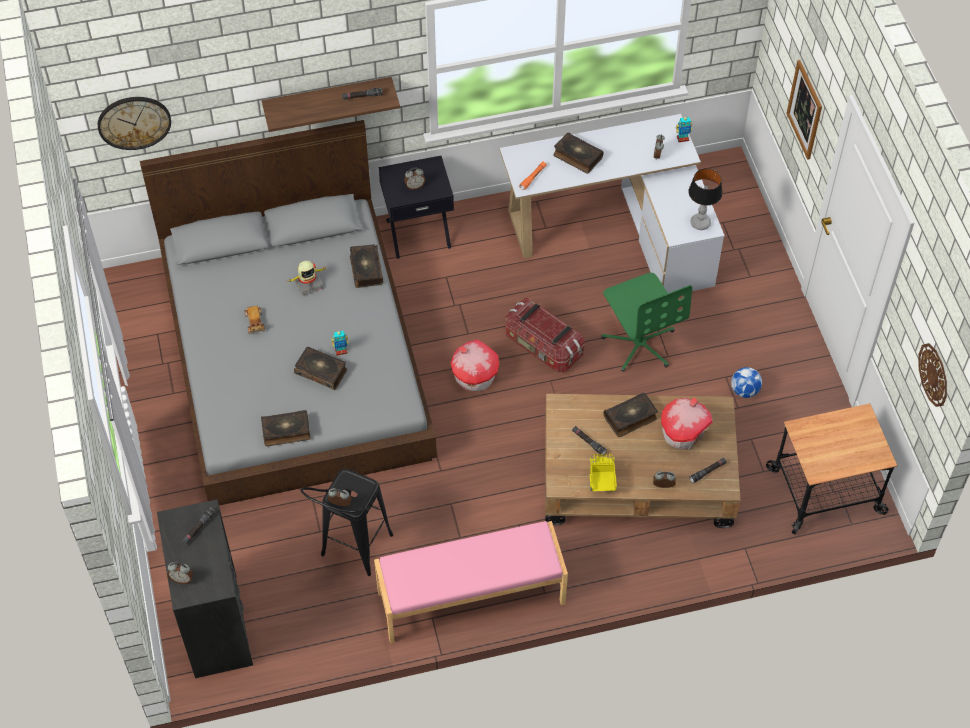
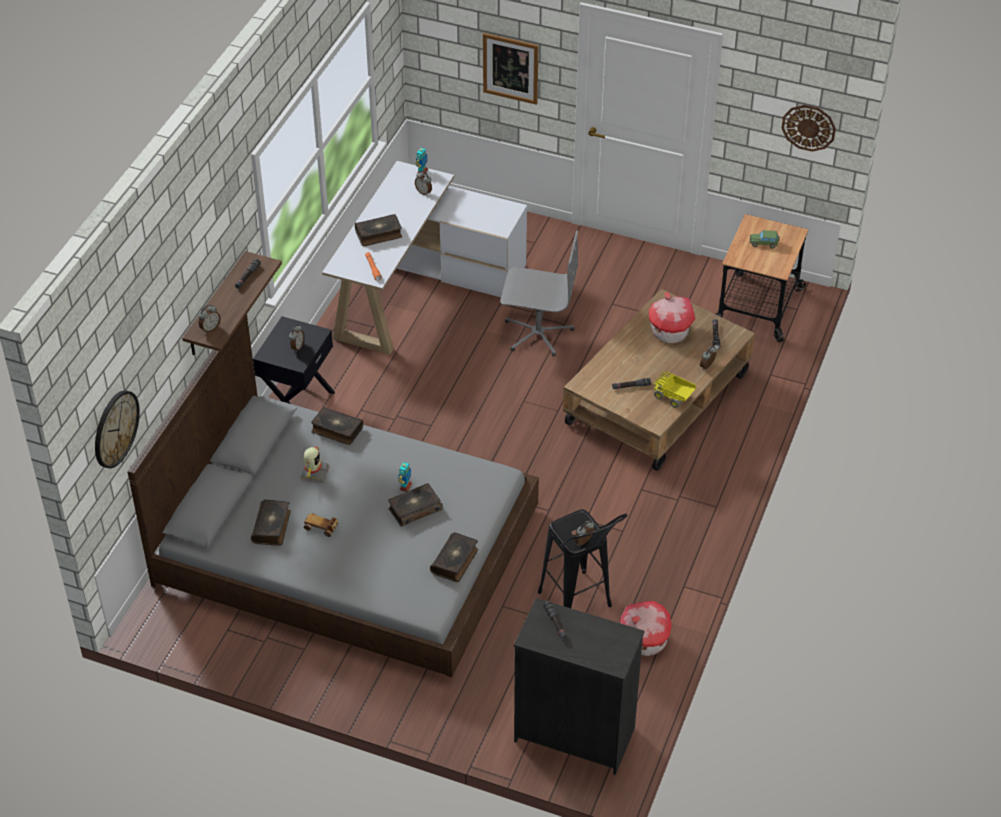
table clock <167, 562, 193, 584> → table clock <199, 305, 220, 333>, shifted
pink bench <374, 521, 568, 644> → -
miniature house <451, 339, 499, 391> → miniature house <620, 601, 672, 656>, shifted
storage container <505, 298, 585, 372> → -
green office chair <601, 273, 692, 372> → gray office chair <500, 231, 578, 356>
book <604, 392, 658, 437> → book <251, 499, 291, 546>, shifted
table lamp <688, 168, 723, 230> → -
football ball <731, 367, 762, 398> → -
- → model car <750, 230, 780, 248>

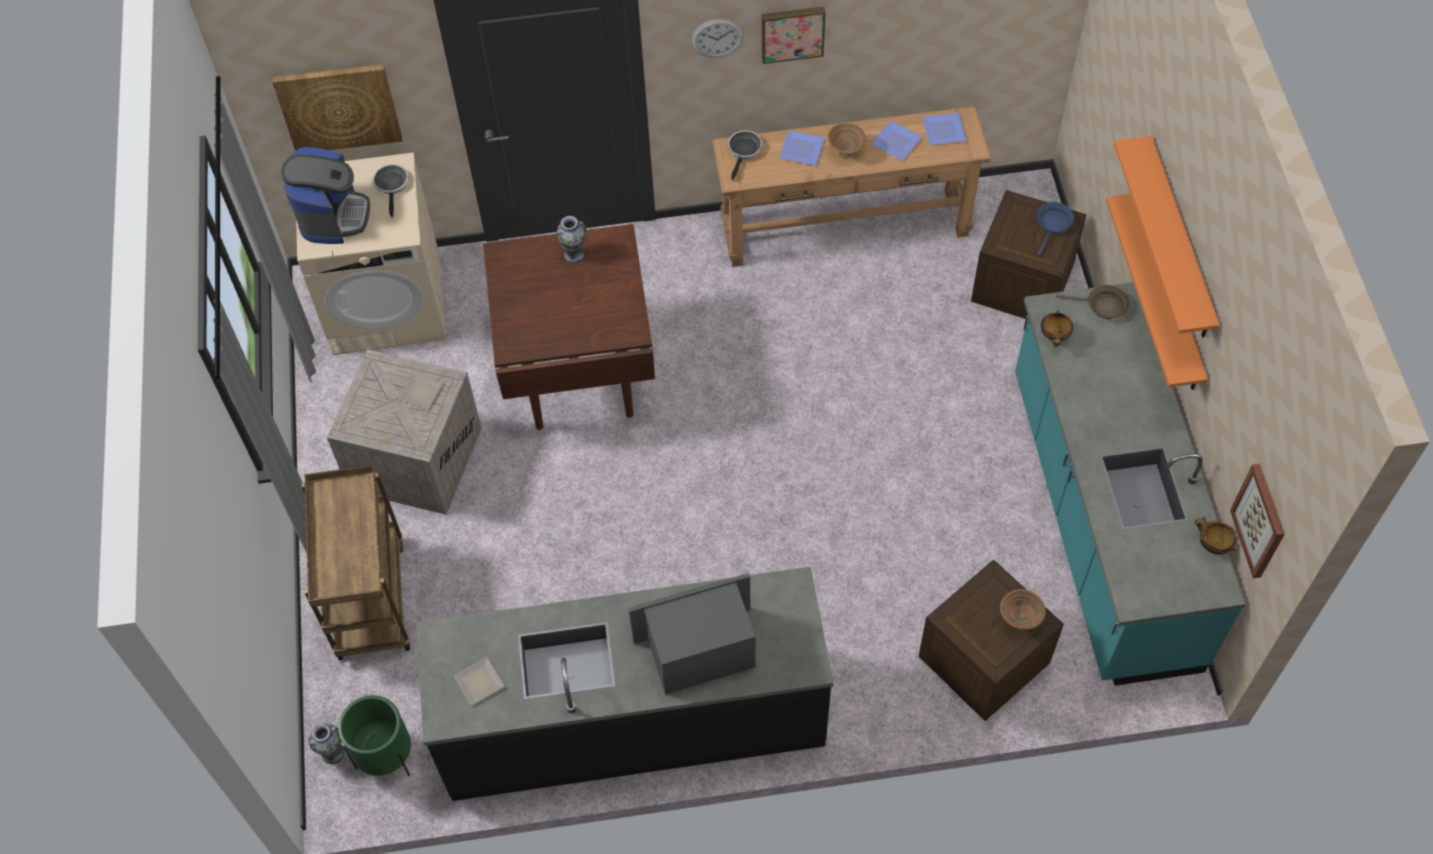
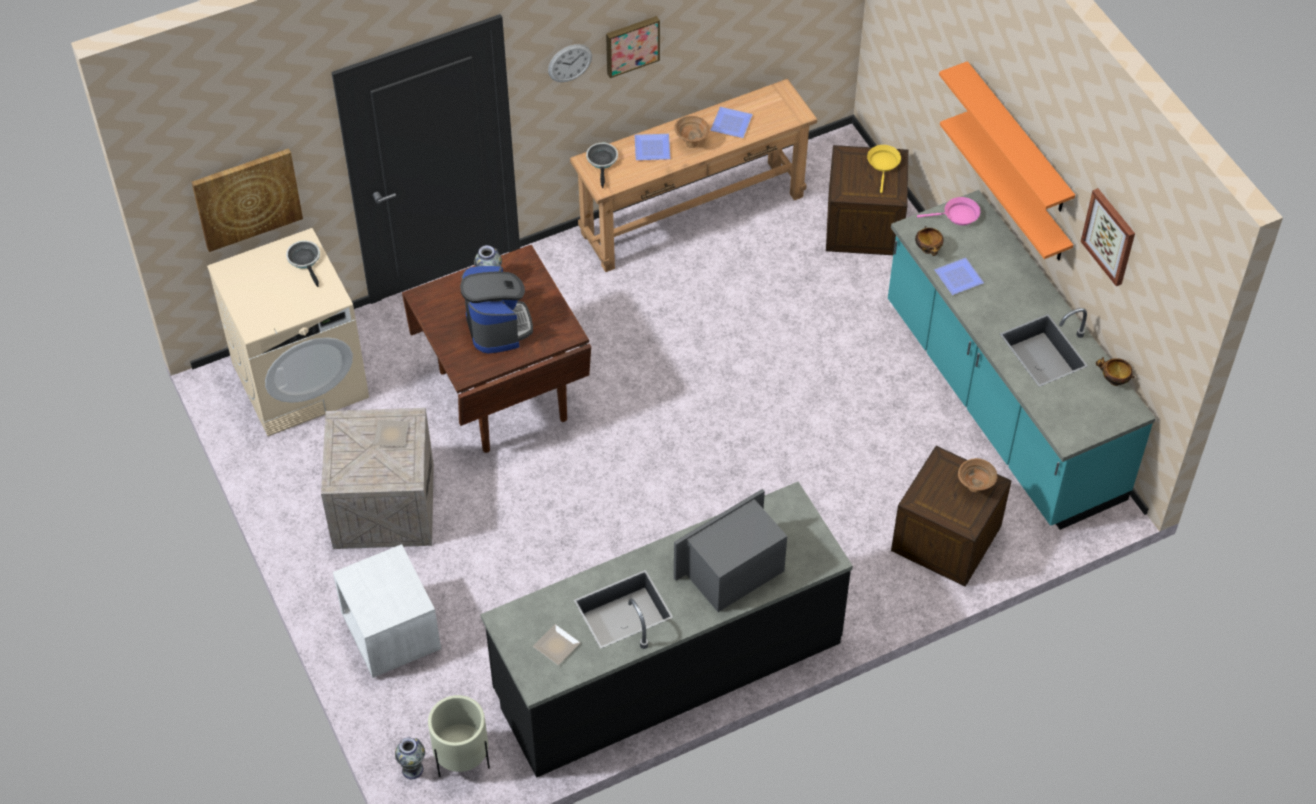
coffee brewer <281, 147, 370, 244> → coffee brewer <460, 266, 533, 354>, shifted
brown wheeled cart <302, 465, 410, 660> → white bedside table <333, 544, 441, 678>
green flower pot <338, 695, 411, 776> → beige-coloured flower pot <428, 695, 490, 777>
dinner plate <922, 113, 967, 145> → dinner plate <934, 258, 984, 295>, shifted
bluish skillet <1036, 202, 1074, 256> → yellow-coloured skillet <867, 145, 901, 193>
brown skillet <1056, 285, 1129, 319> → pink skillet <917, 197, 980, 225>
wall art <1230, 464, 1285, 578> → wall art <1081, 188, 1135, 286>, shifted

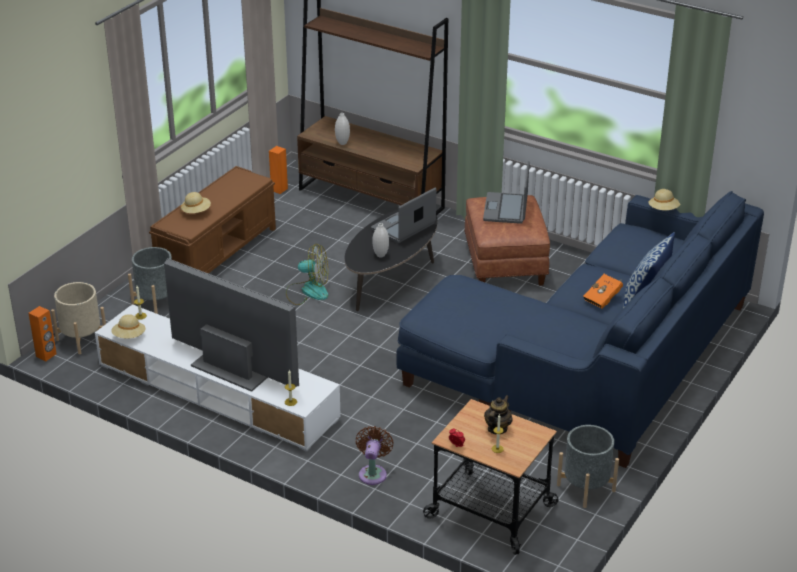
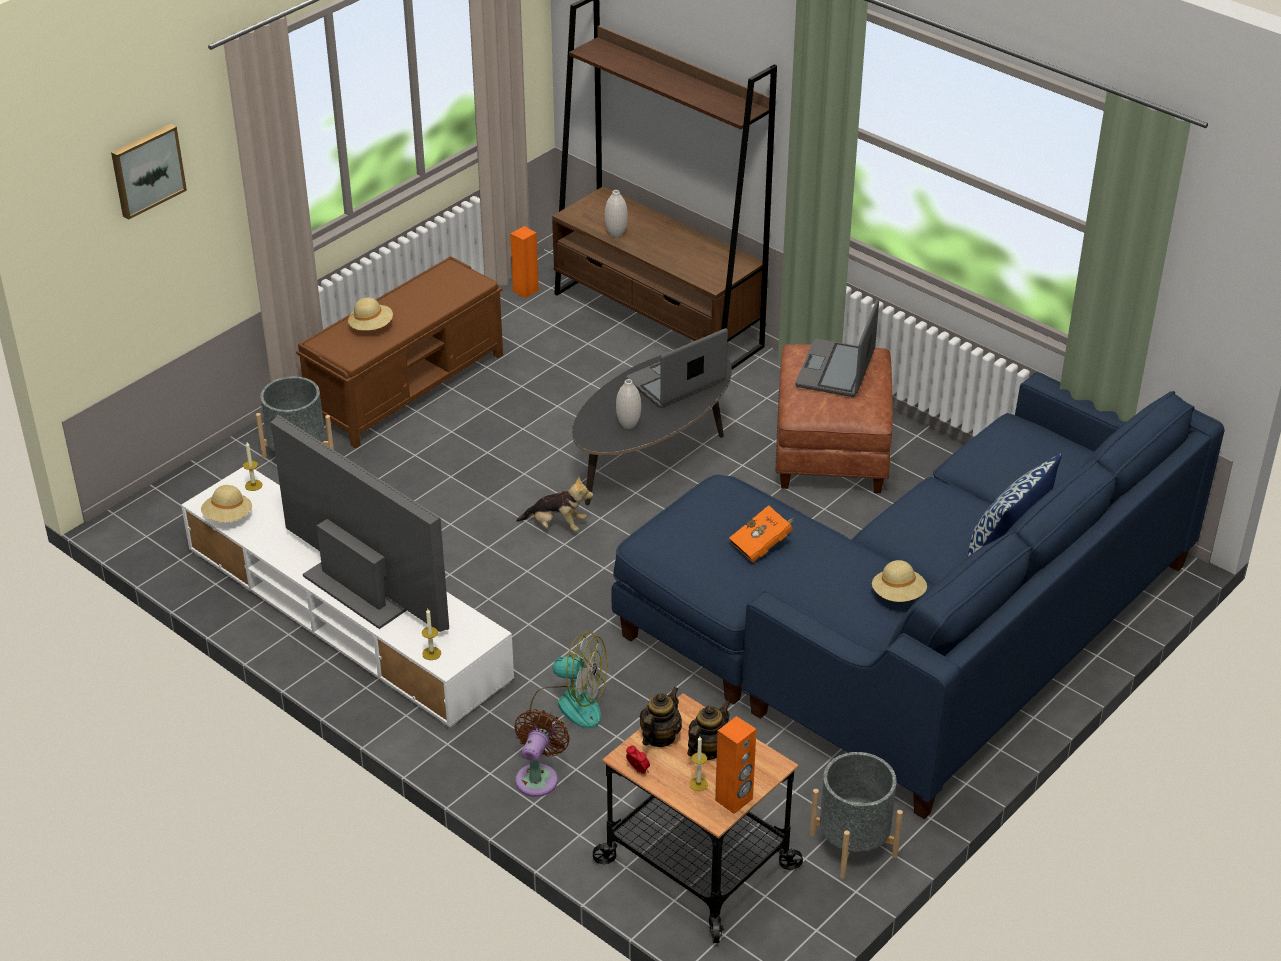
orange speaker <29, 306, 57, 361> → orange speaker <715, 716, 756, 814>, shifted
beige-coloured flower pot <51, 282, 106, 354> → -
fan <286, 244, 328, 305> → fan <529, 631, 607, 730>, shifted
orange book <583, 274, 623, 309> → orange book <729, 505, 794, 562>, shifted
beige-coloured wearable hat <648, 189, 681, 210> → beige-coloured wearable hat <872, 560, 927, 602>, shifted
- → wall art <111, 124, 187, 220>
- → soft toy <517, 476, 593, 531>
- → teapot <640, 686, 682, 747>

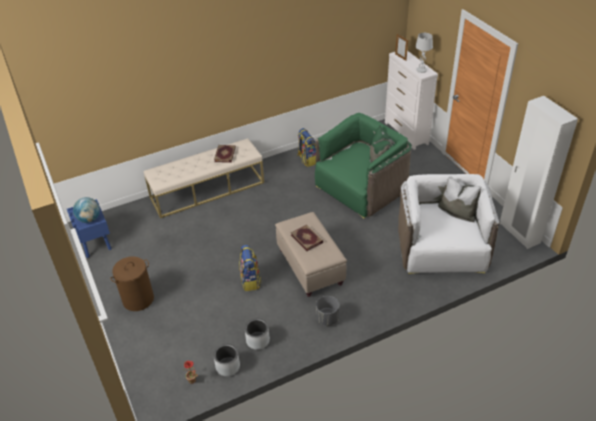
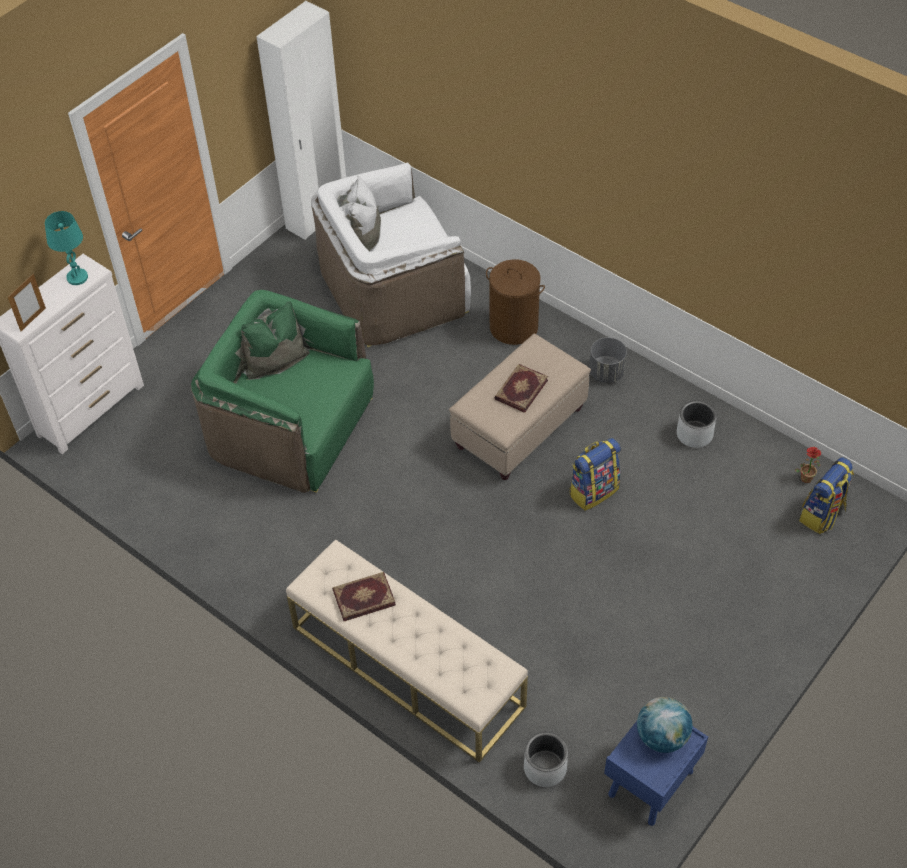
brown hamper <110, 256, 154, 311> → brown hamper <486, 259, 545, 345>, shifted
gray flower pot <214, 344, 240, 376> → gray flower pot <524, 732, 568, 787>, shifted
knapsack <297, 128, 316, 167> → knapsack <799, 457, 854, 534>, shifted
white table lamp <415, 33, 433, 73> → turquoise-coloured table lamp <45, 211, 88, 285>

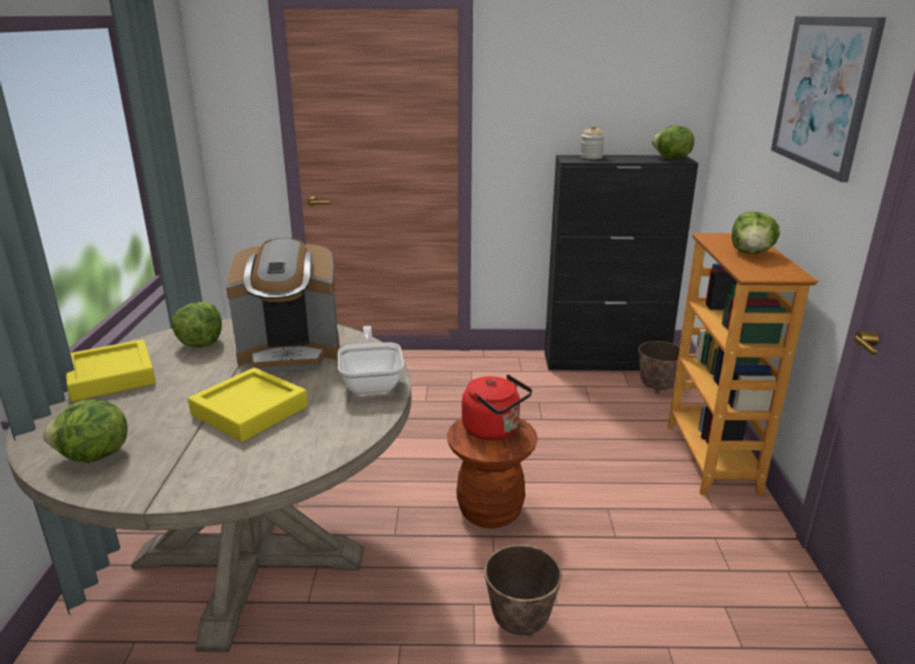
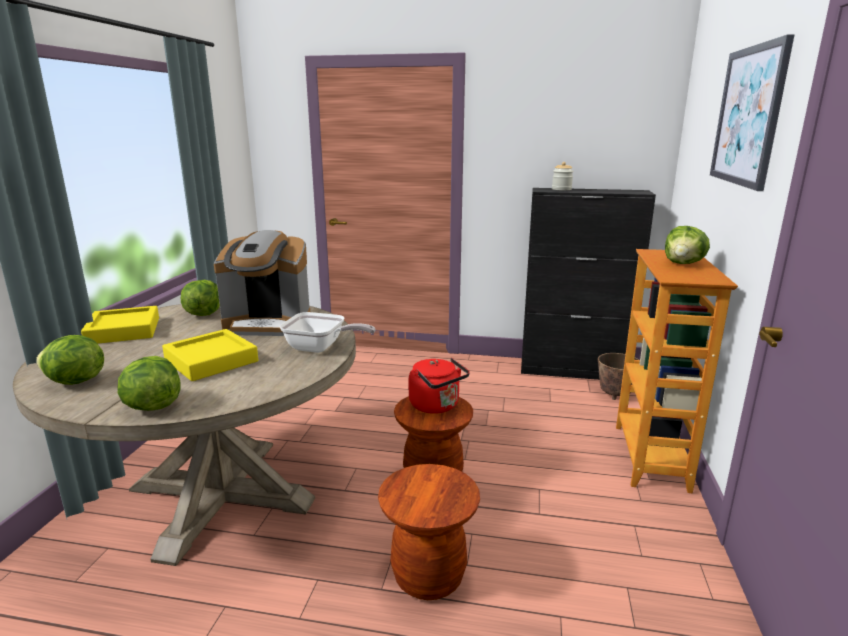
skillet <338, 326, 404, 394> → skillet <279, 312, 376, 353>, 105 degrees clockwise
flower pot <484, 545, 562, 636> → brown sitting stool <378, 464, 480, 600>
head of lettuce <652, 126, 694, 159> → head of lettuce <118, 356, 181, 411>, shifted

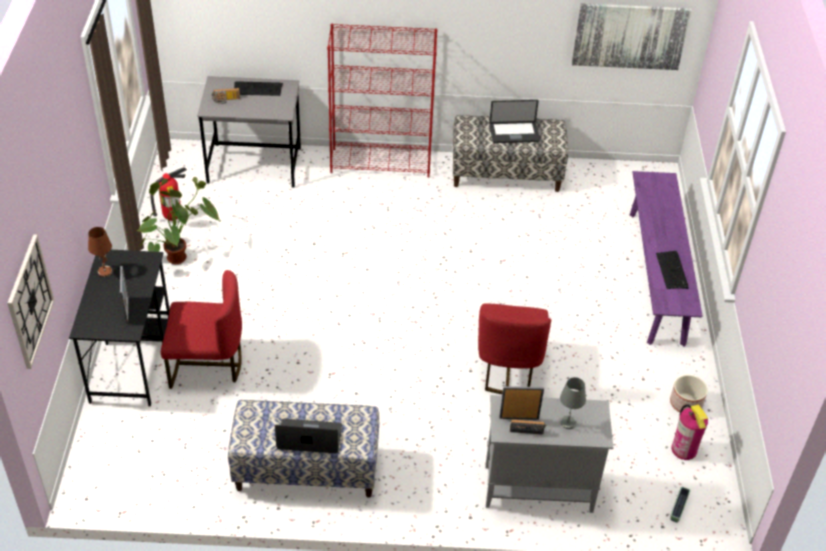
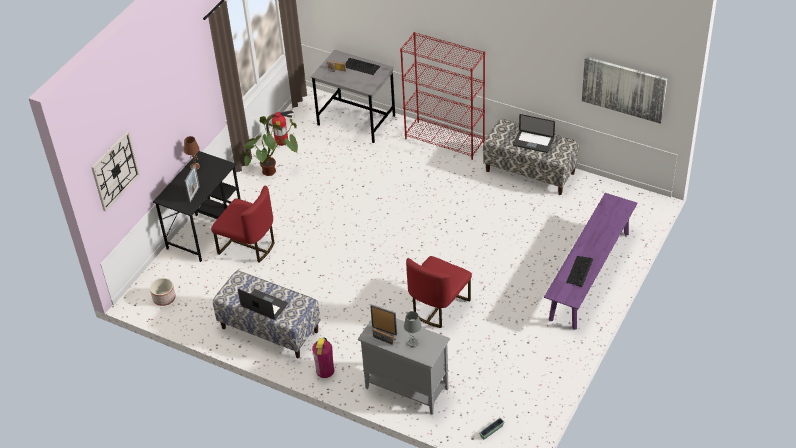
flower pot <670, 375, 708, 413> → flower pot <150, 278, 176, 306>, shifted
fire extinguisher <671, 405, 708, 460> → fire extinguisher <312, 338, 334, 378>, shifted

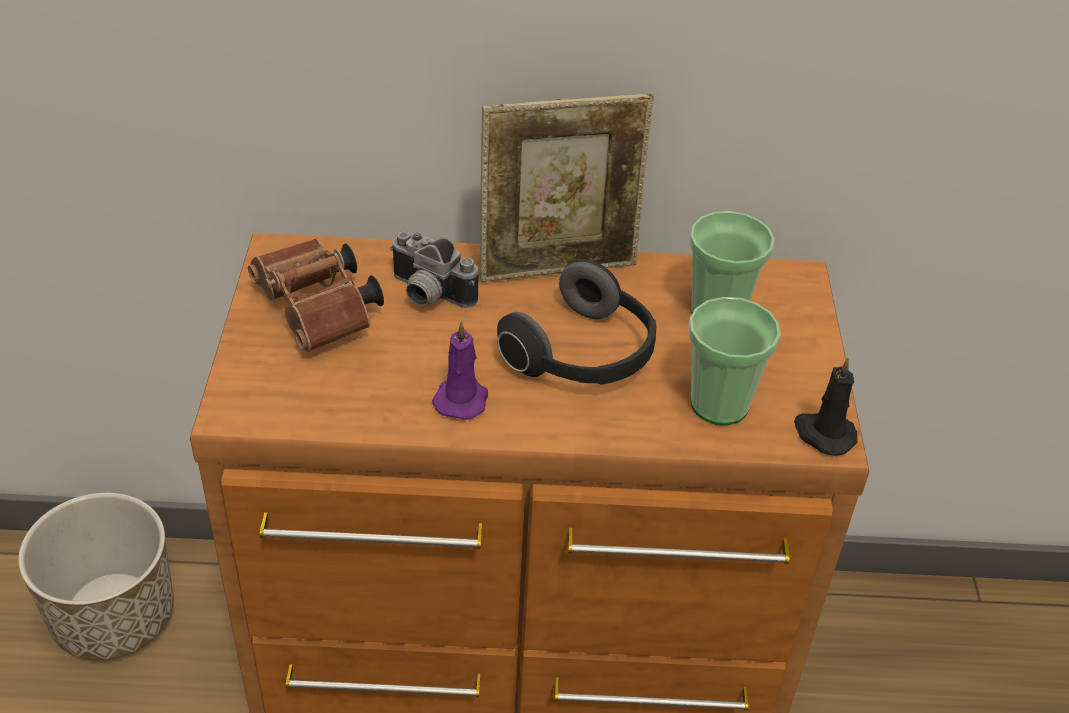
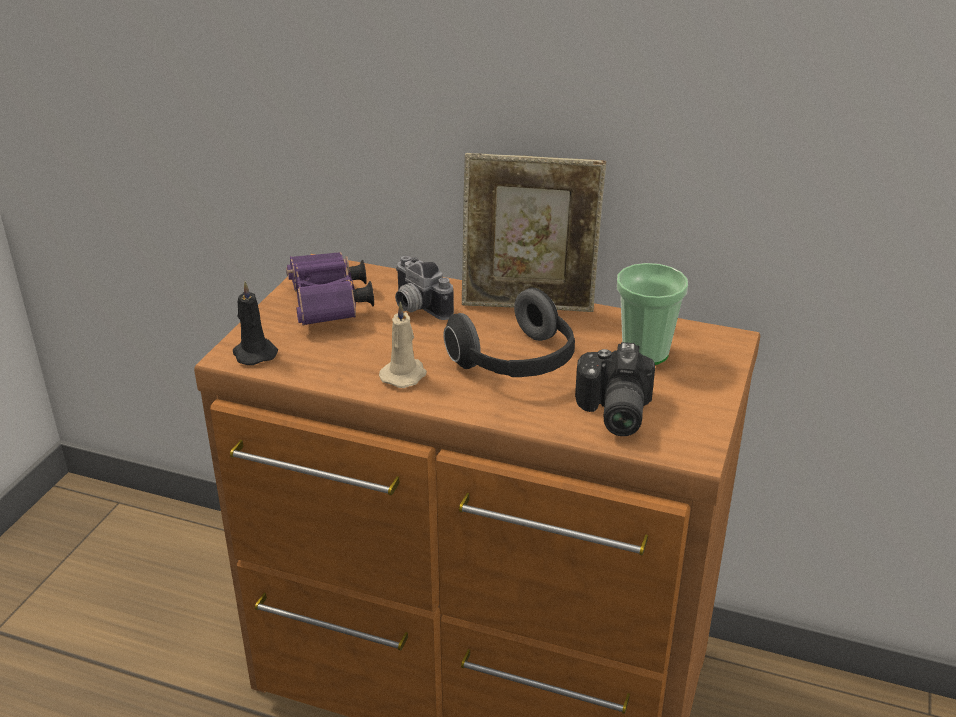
flower pot <18, 493, 174, 660> → -
brown pair of binoculars <248, 238, 384, 352> → purplish pair of binoculars <286, 252, 374, 326>
purplish candle <432, 321, 488, 420> → beige-coloured candle <379, 301, 427, 388>
cup <689, 297, 781, 425> → still camera <575, 342, 655, 436>
black-coloured candle <794, 357, 858, 456> → black-coloured candle <233, 281, 278, 365>, shifted

